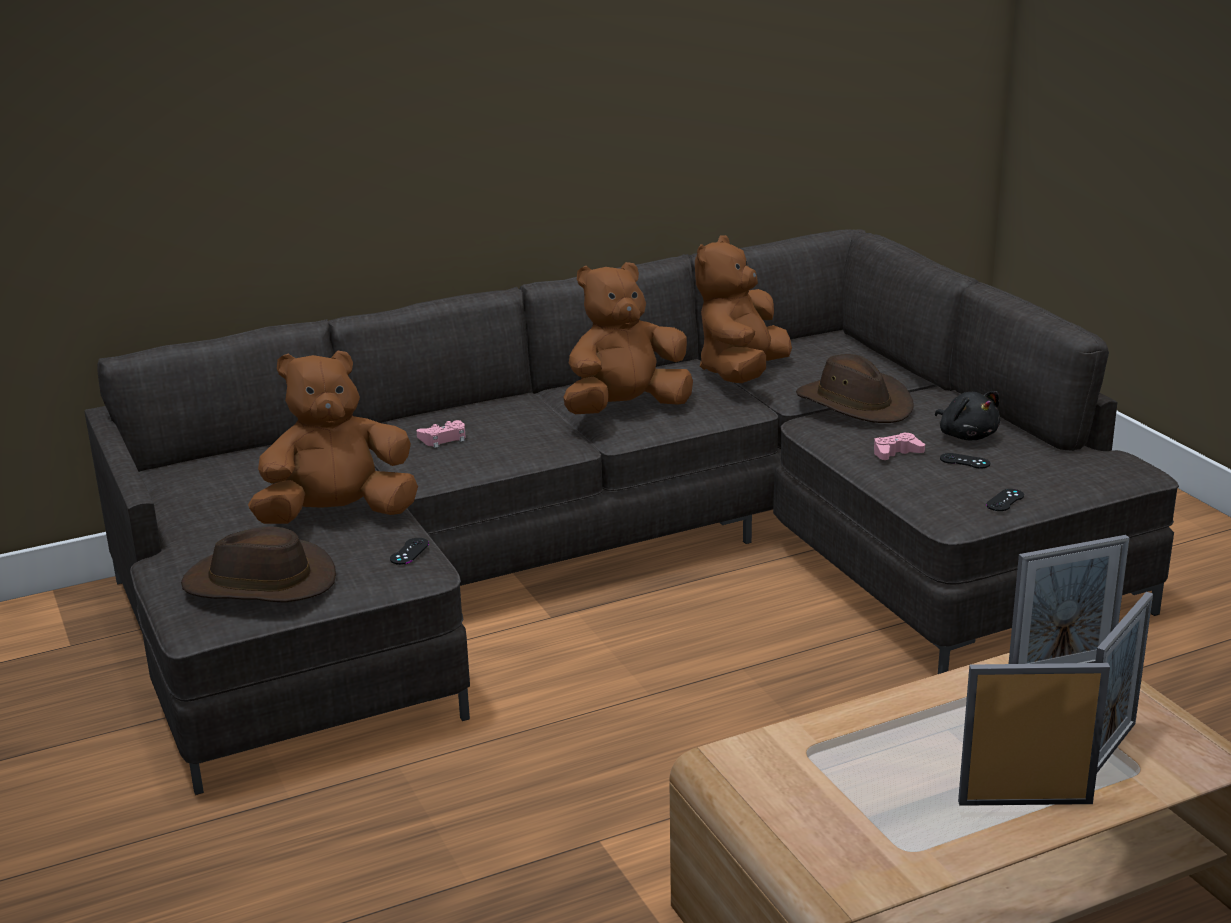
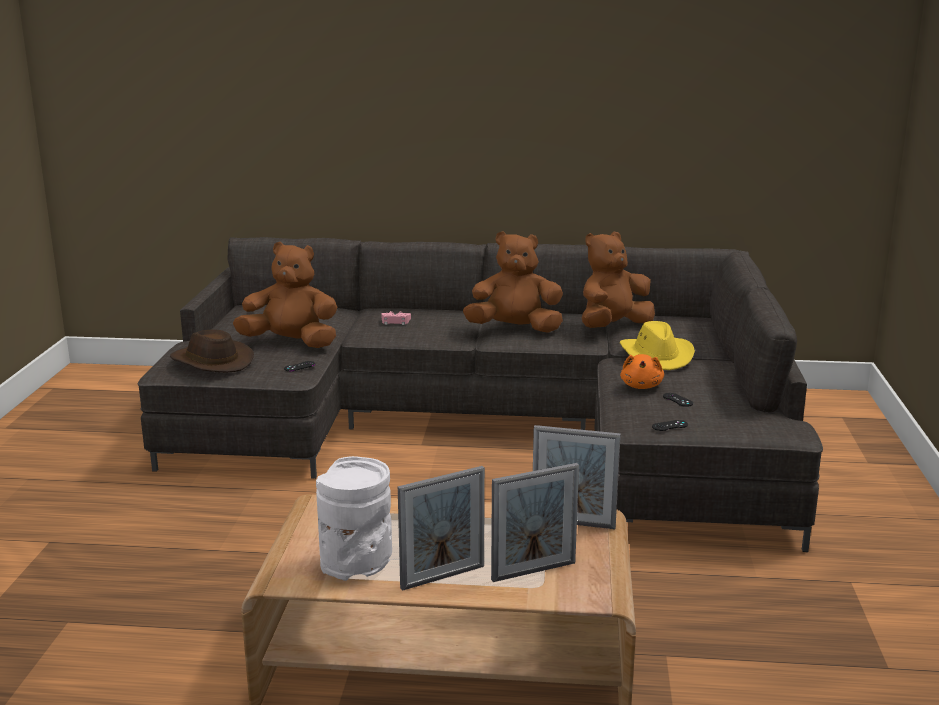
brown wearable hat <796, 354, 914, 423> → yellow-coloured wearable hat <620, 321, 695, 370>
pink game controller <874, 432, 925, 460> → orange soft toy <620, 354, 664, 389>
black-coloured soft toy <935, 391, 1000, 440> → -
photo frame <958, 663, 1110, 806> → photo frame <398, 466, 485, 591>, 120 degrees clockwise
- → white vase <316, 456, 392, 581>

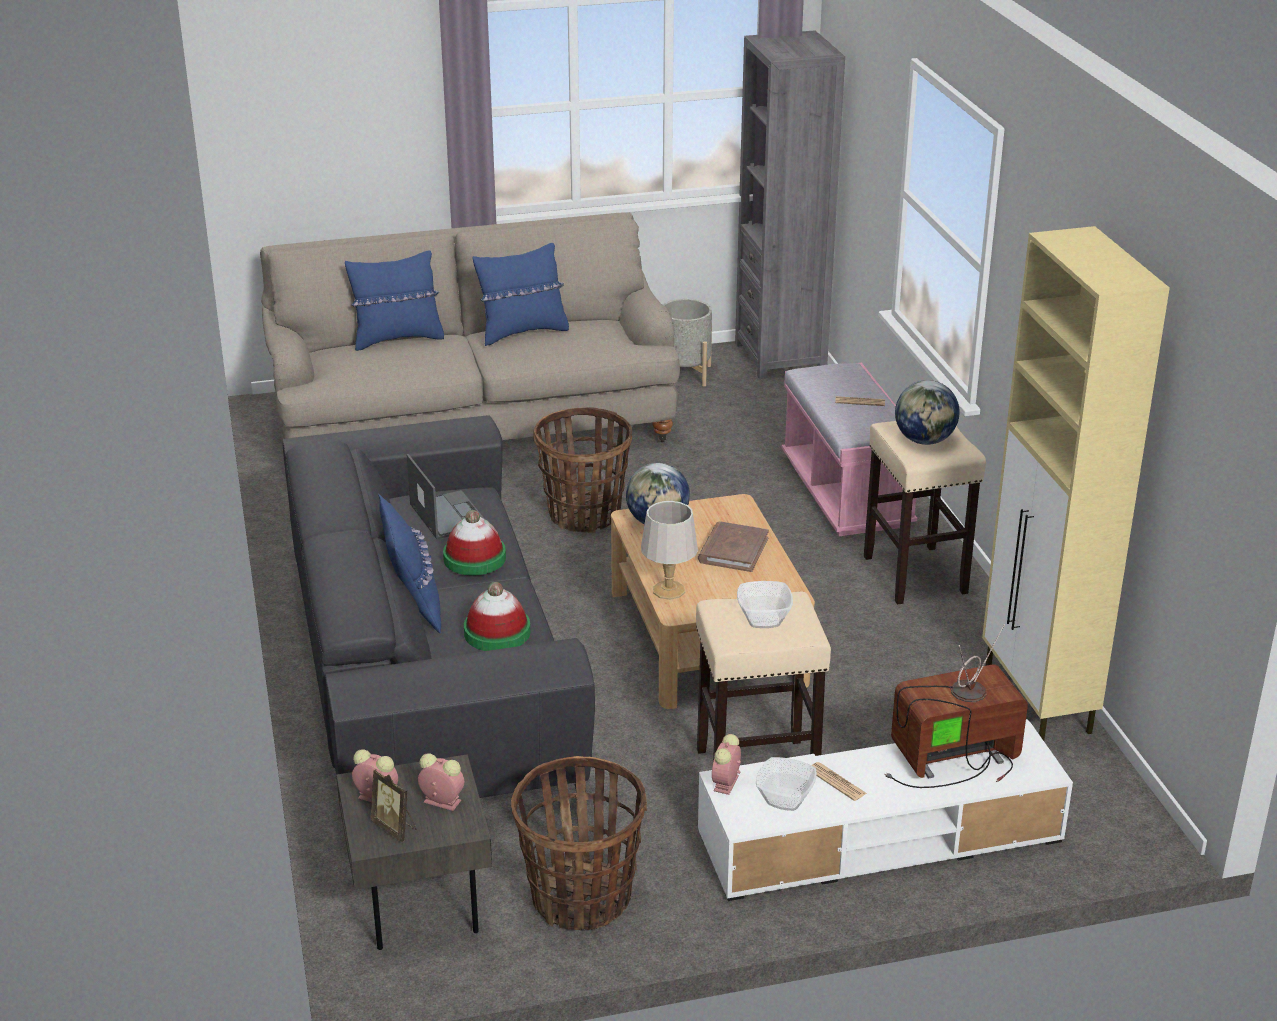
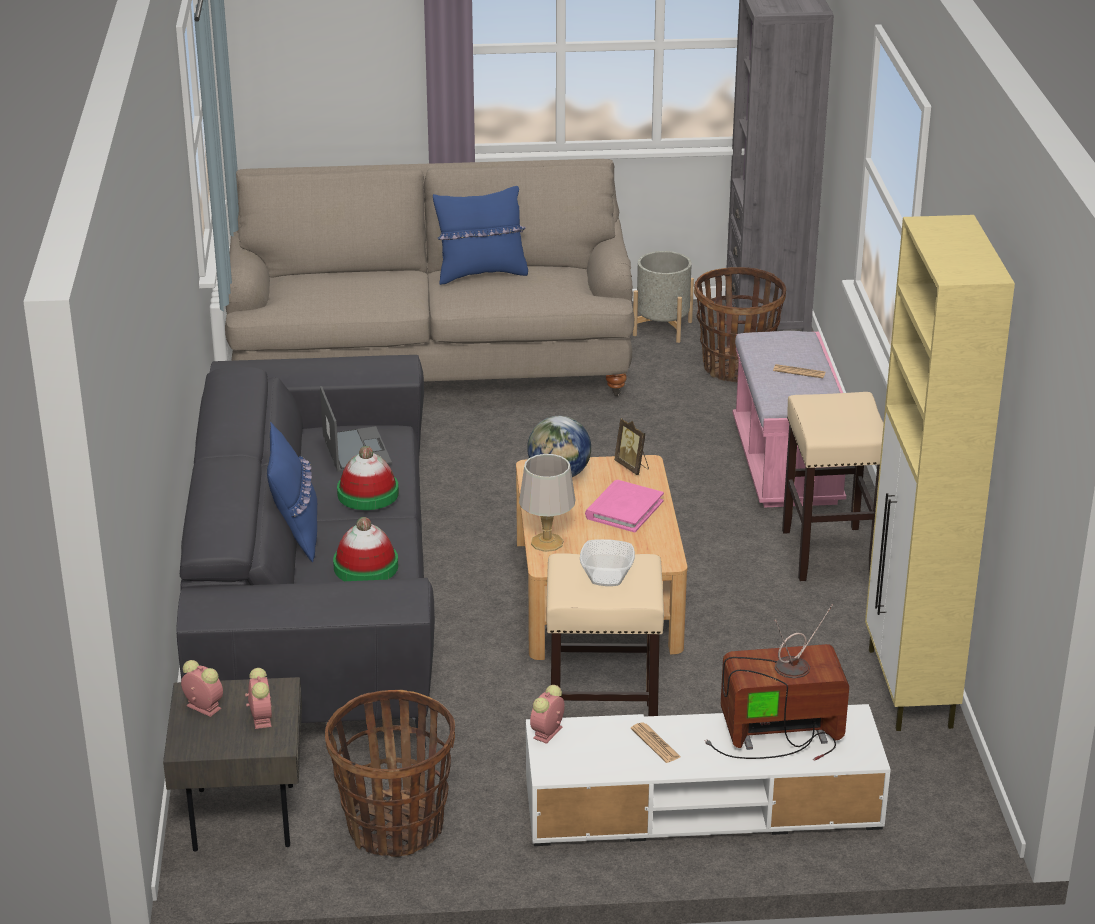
bluish cushion <345, 250, 444, 351> → -
photo frame <371, 769, 416, 842> → photo frame <614, 418, 649, 475>, shifted
table clock <418, 754, 464, 811> → table clock <245, 668, 272, 729>, 45 degrees clockwise
basket <533, 407, 632, 533> → basket <694, 267, 786, 382>, shifted
brown book <698, 521, 769, 572> → pink book <585, 480, 664, 532>
serving bowl <756, 757, 817, 811> → -
world globe <895, 380, 960, 445> → -

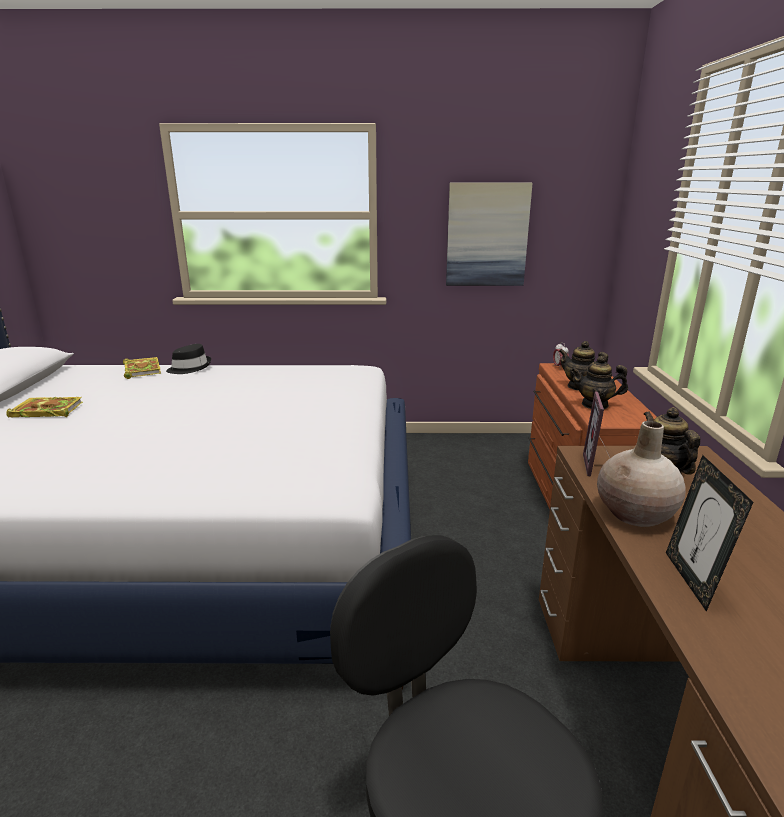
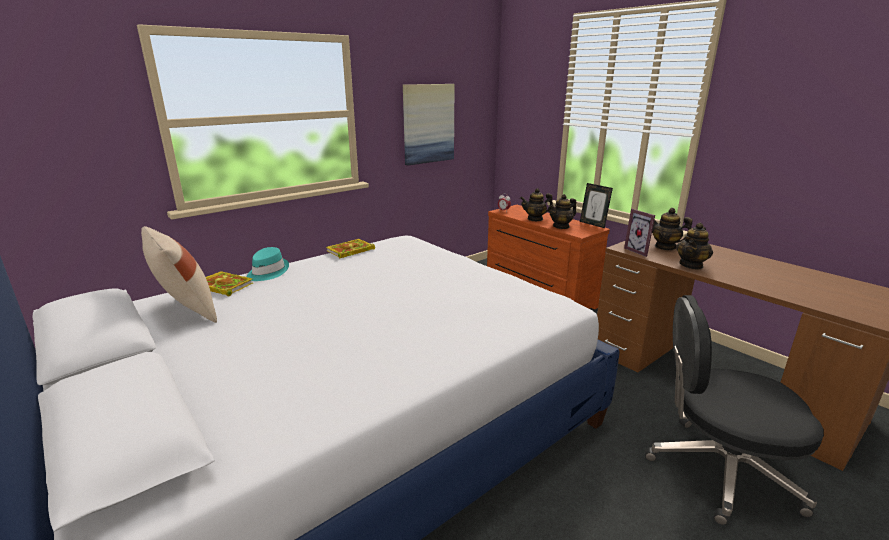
book <6, 397, 83, 417> → book <326, 239, 375, 258>, shifted
black-coloured wearable hat <166, 344, 211, 374> → turquoise-coloured wearable hat <247, 247, 289, 281>
beige-coloured vase <597, 421, 686, 527> → teapot <676, 223, 713, 270>
photo frame <666, 455, 753, 612> → photo frame <580, 183, 613, 228>, shifted
- → beige-coloured cushion <141, 226, 217, 323>

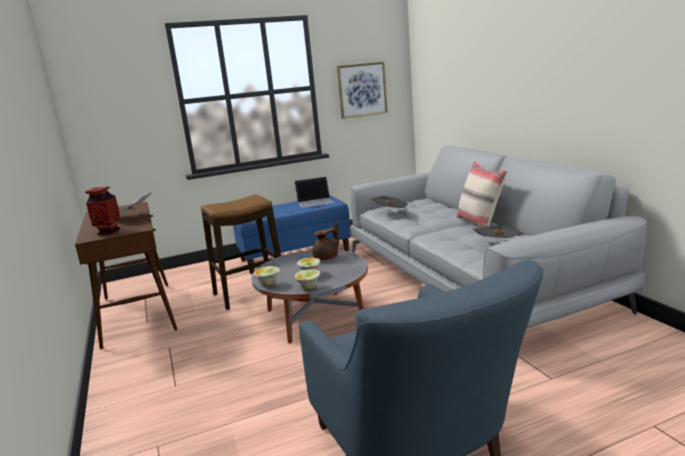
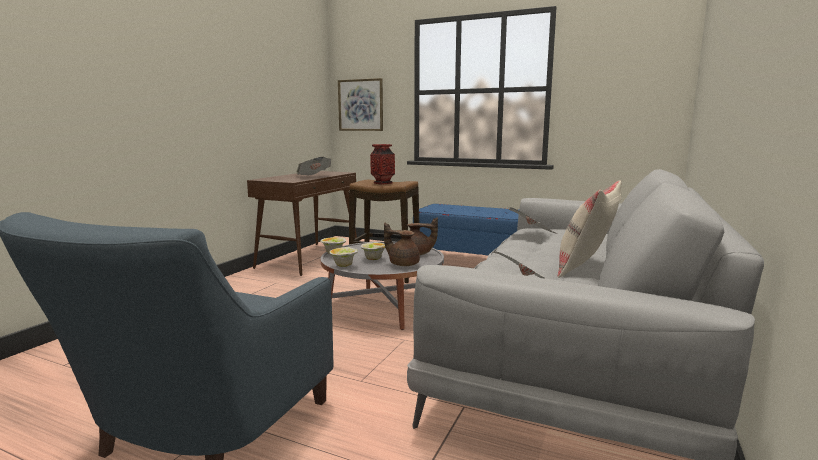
vase <85, 186, 121, 235> → vase <370, 144, 395, 185>, shifted
portable computer <294, 177, 334, 208> → -
wall art <337, 62, 388, 119> → wall art <338, 78, 383, 131>, shifted
- → brown teapot <384, 223, 420, 266>

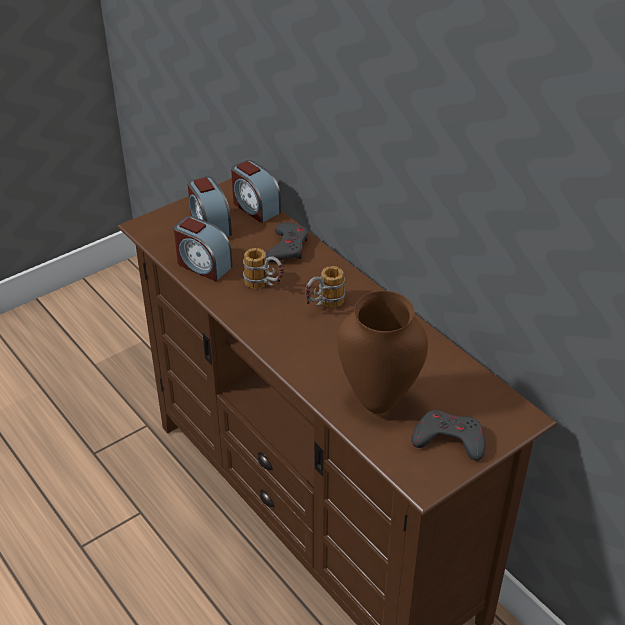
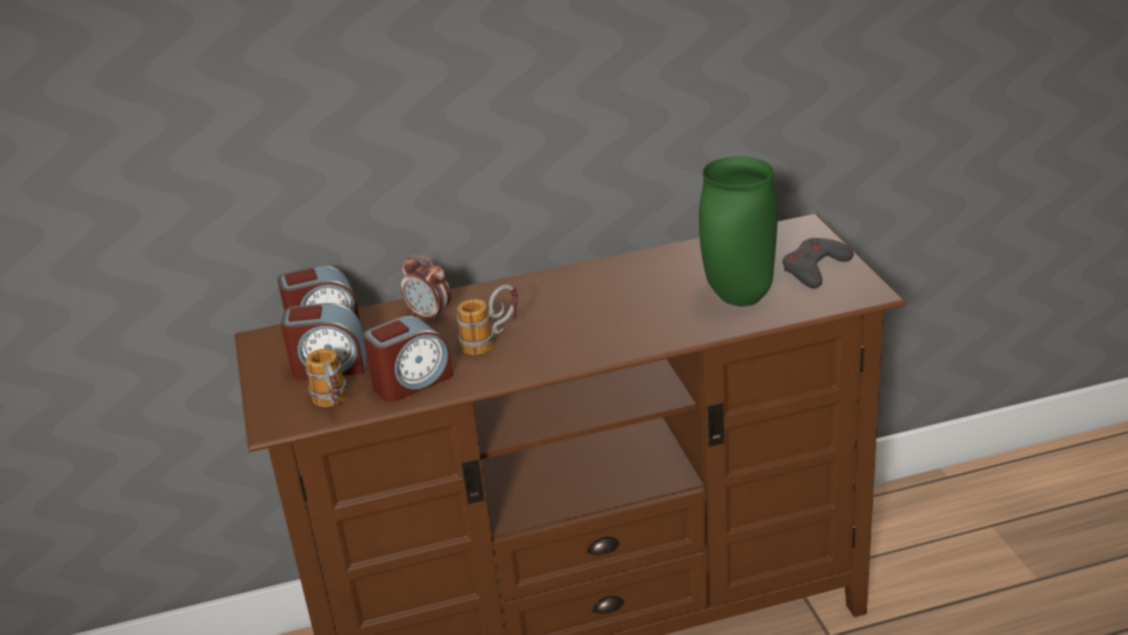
gray game controller <266, 222, 308, 263> → table clock <401, 254, 451, 322>
coffee mug <305, 266, 345, 308> → coffee mug <306, 349, 347, 407>, shifted
brown vase <337, 291, 428, 414> → green vase <699, 156, 778, 306>

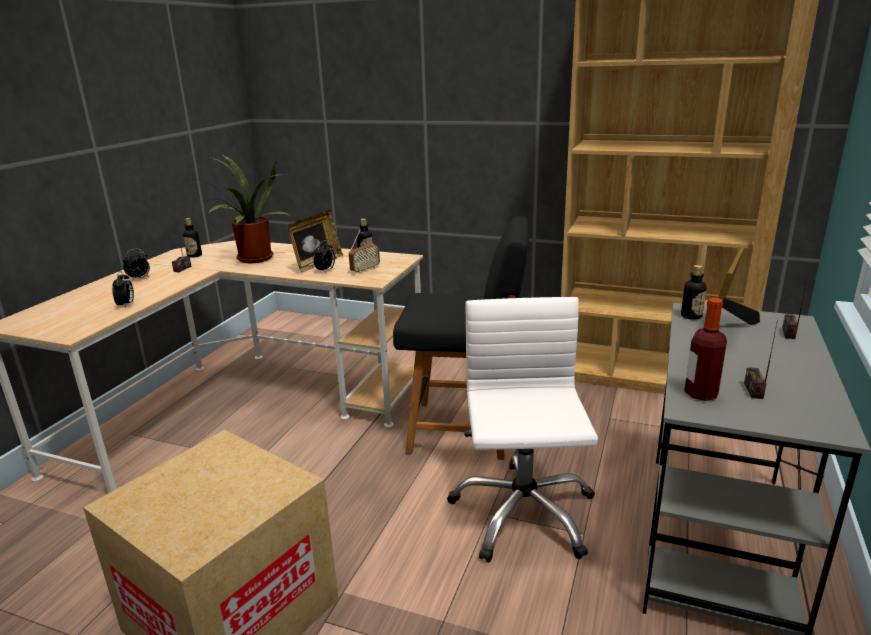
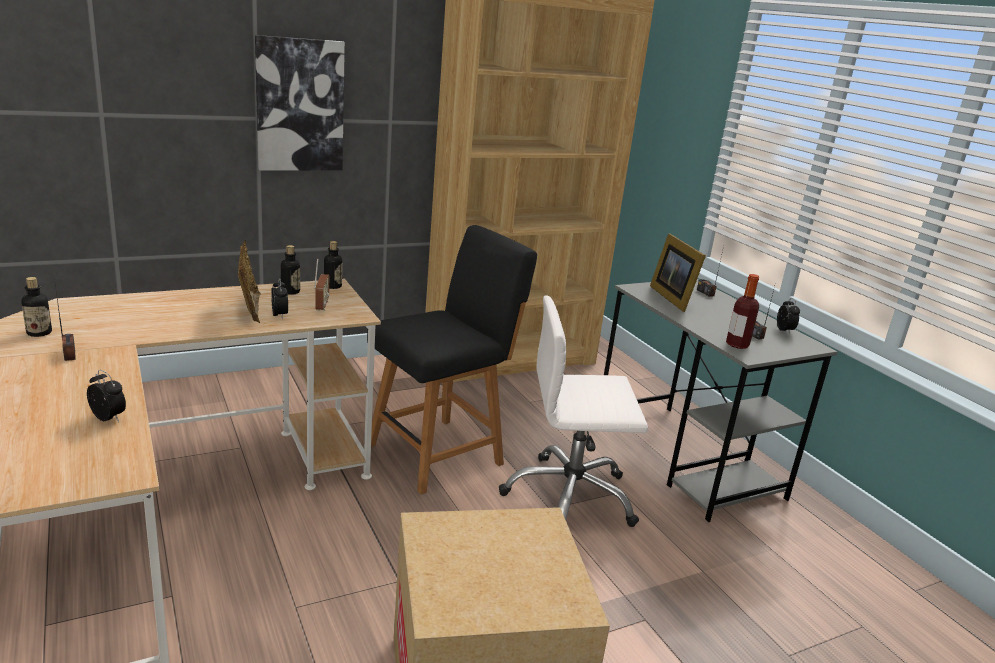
table clock <123, 248, 150, 281> → table clock <777, 298, 800, 334>, shifted
plant in a pot <196, 155, 289, 263> → -
white office chair <447, 297, 598, 563> → white office chair <499, 295, 648, 527>, 45 degrees counterclockwise
drink bottle <681, 265, 707, 320> → drink bottle <324, 241, 342, 289>, shifted
- → wall art <255, 35, 345, 171>

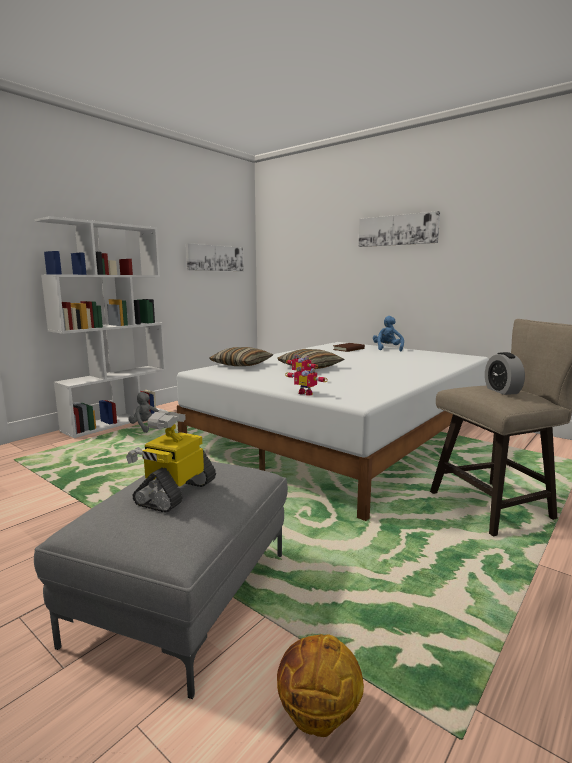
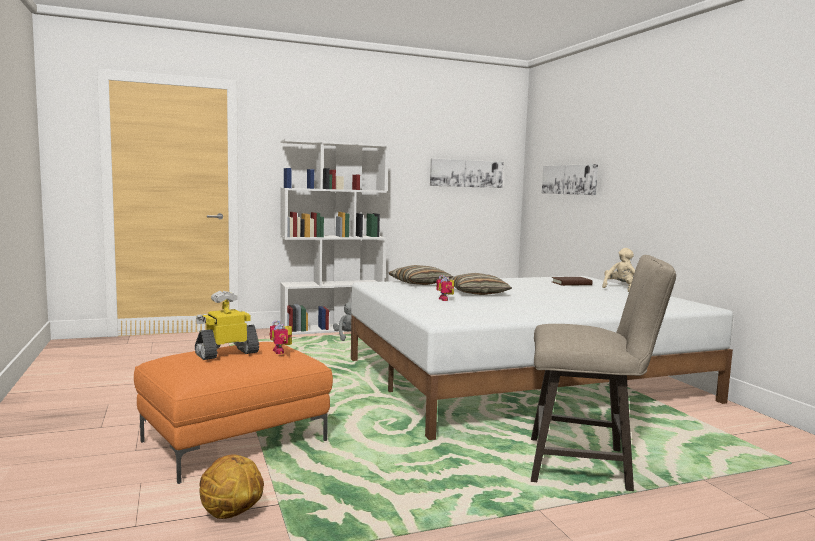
gray footrest <34, 461, 288, 699> → orange footrest <134, 342, 333, 484>
toy robot <285, 366, 328, 396> → toy robot <270, 320, 292, 354>, shifted
wall art <359, 211, 440, 247> → wall art <542, 164, 598, 195>, shifted
bluish soft toy <373, 316, 404, 352> → beige-coloured soft toy <602, 248, 635, 292>
table clock <485, 352, 525, 395> → -

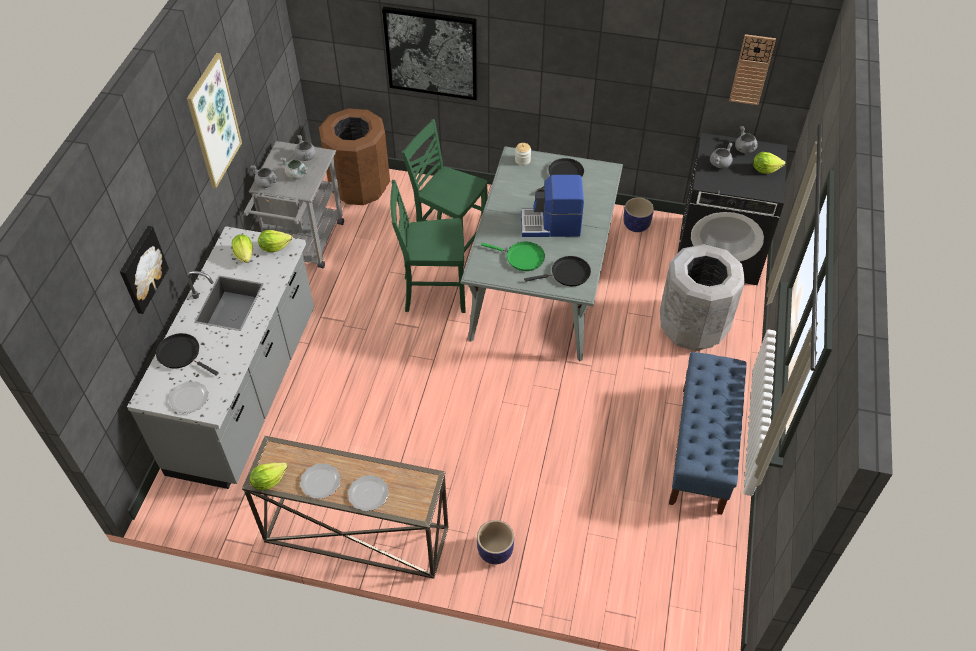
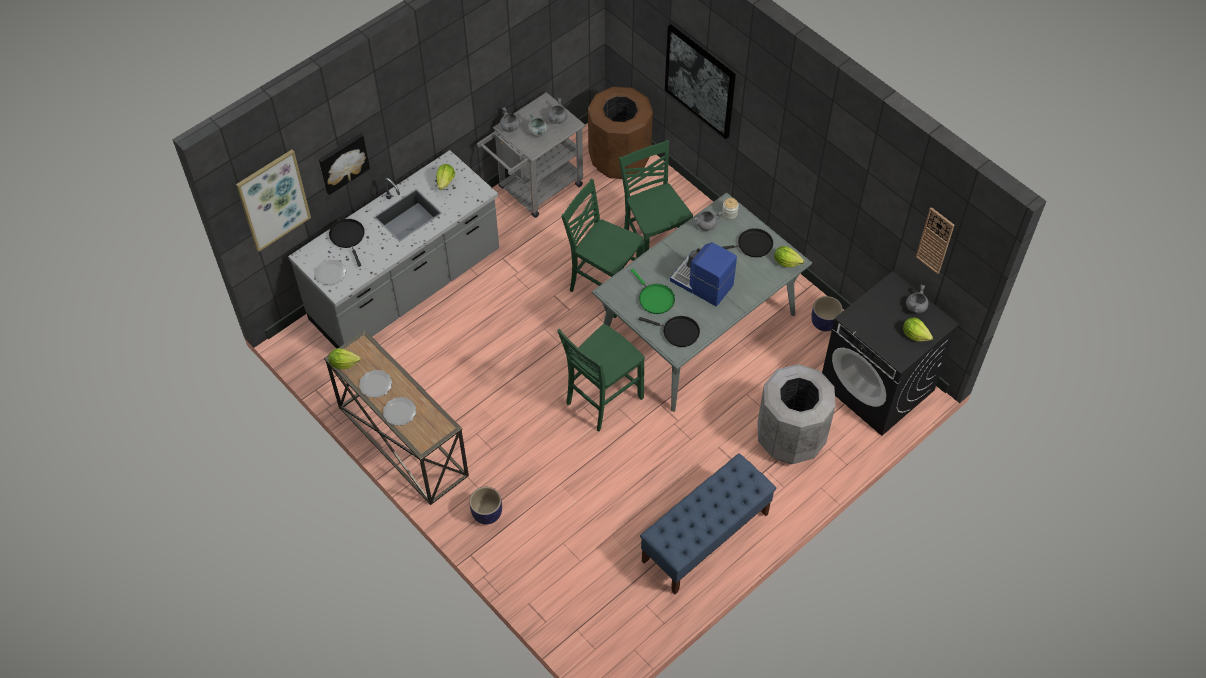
wall art <187, 53, 242, 188> → wall art <236, 150, 311, 252>, shifted
head of lettuce <258, 230, 292, 252> → head of lettuce <774, 246, 804, 267>, shifted
gray stockpot <710, 142, 733, 168> → gray stockpot <693, 211, 723, 231>, shifted
- → green plain chair <557, 324, 645, 431>

